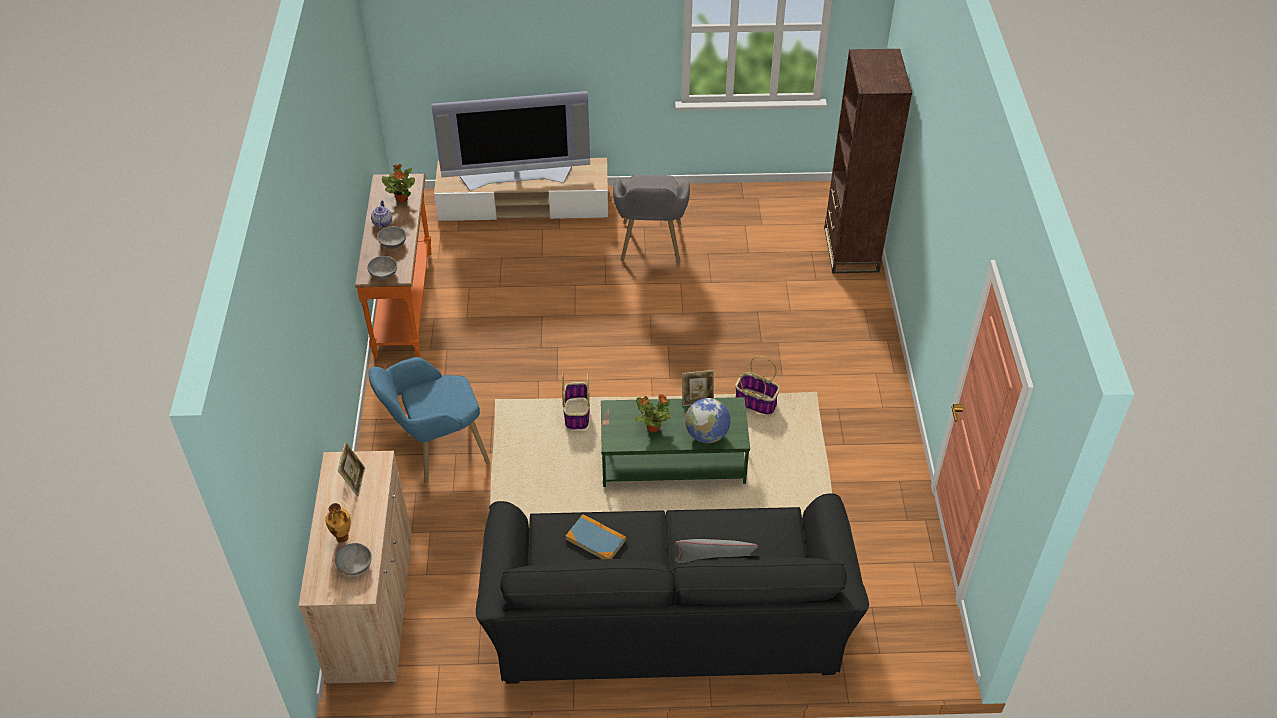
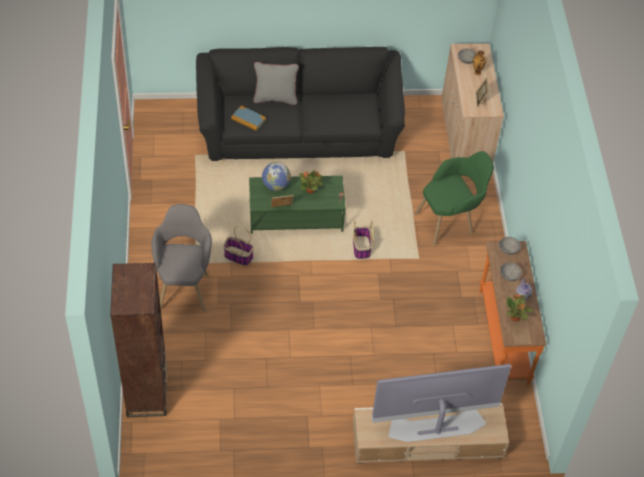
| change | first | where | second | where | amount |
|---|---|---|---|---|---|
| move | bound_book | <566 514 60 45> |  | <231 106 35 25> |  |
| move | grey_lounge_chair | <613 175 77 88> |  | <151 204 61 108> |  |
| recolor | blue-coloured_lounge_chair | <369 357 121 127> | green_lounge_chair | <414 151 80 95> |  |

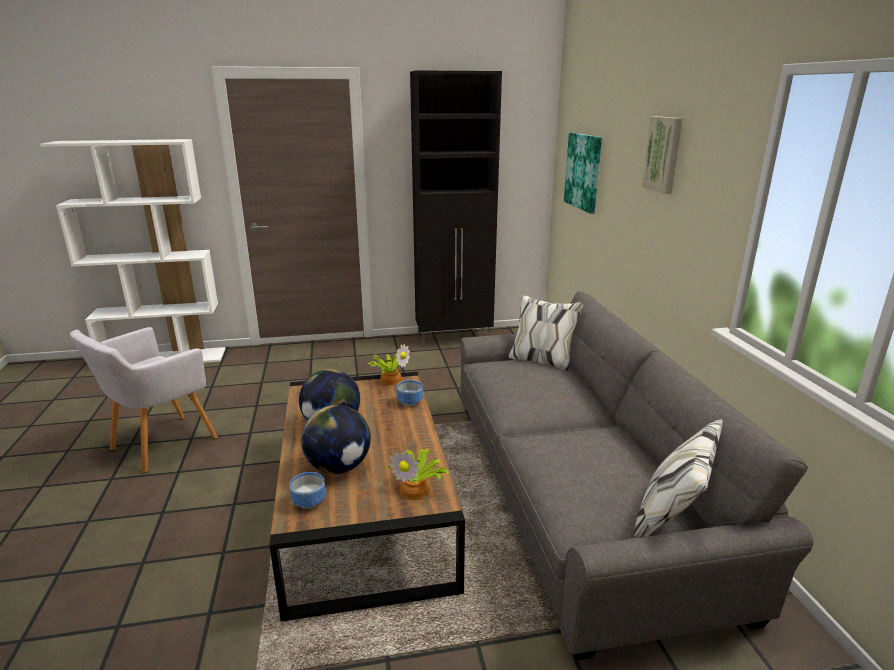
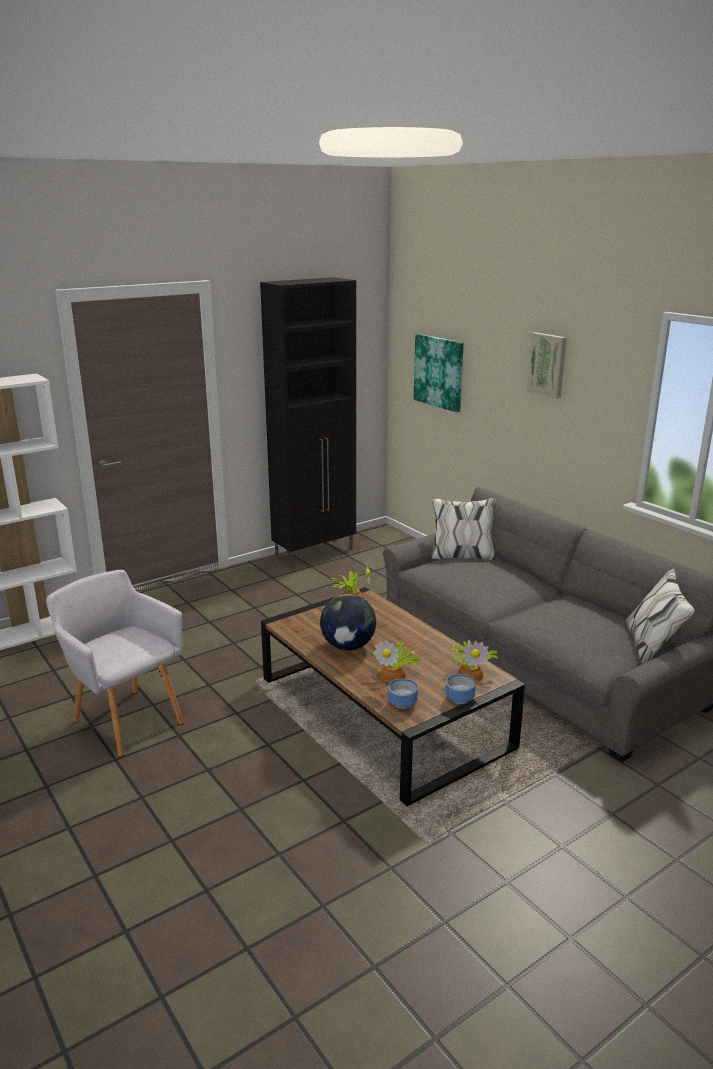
| change | first | where | second | where | amount |
|---|---|---|---|---|---|
| move | bowl | <397 380 26 26> |  | <446 674 30 30> |  |
| replace | desk_globe | <301 405 70 69> | houseplant | <369 640 53 43> |  |
| rotate | grey_lounge_chair | <70 327 148 146> |  | <46 570 138 187> | 120 degrees clockwise |

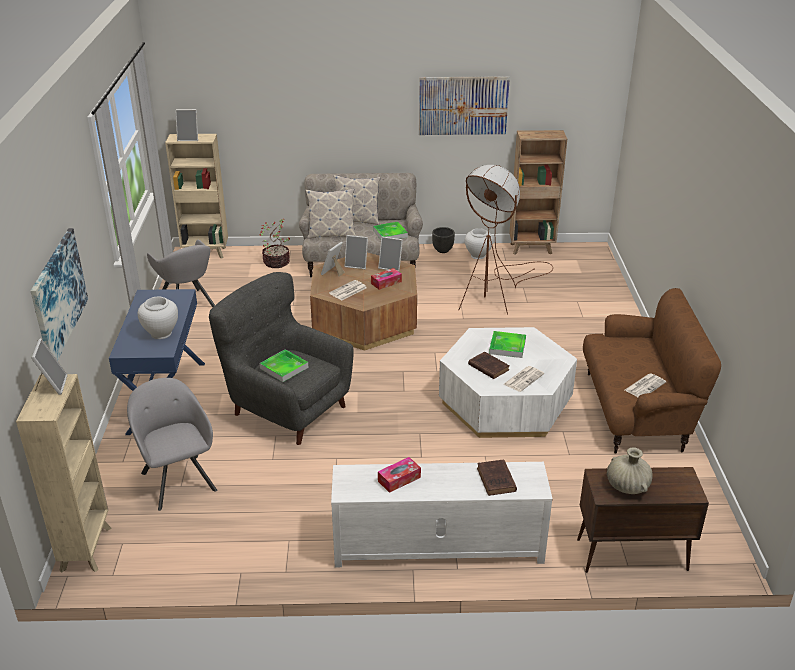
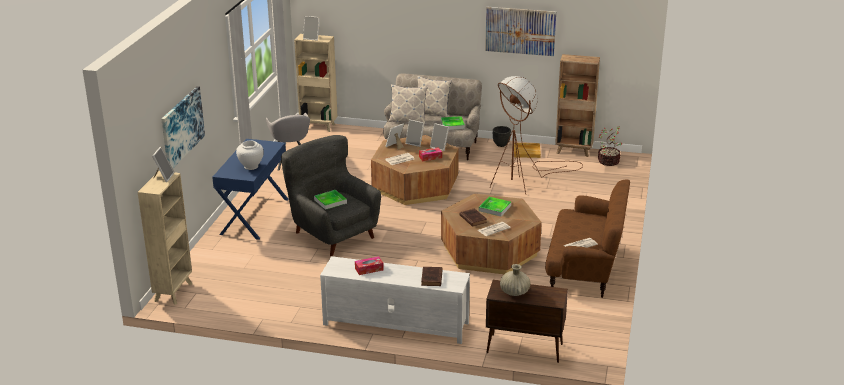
| change | first | where | second | where | amount |
|---|---|---|---|---|---|
| delete | grey_lounge_chair | <127 378 90 133> |  |  |  |
| move | houseplant | <260 219 30 49> |  | <598 126 24 40> |  |
| replace | white-coloured_decorative_vase | <465 228 28 31> | beige_serving_tray | <514 143 27 15> |  |
| recolor | white-coloured_low_table | <439 327 138 111> | brownish_low_table | <441 194 101 80> |  |

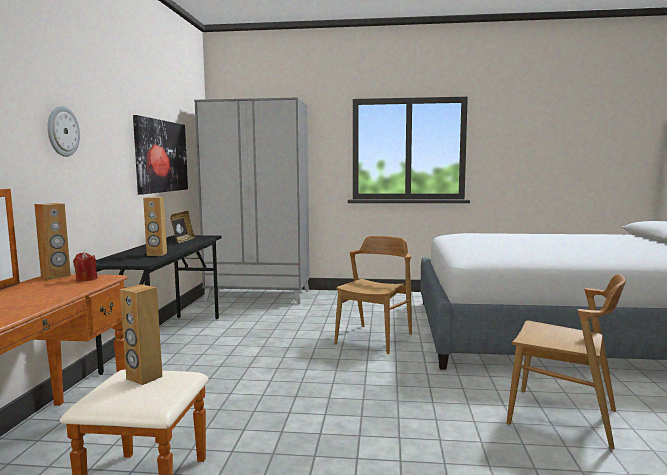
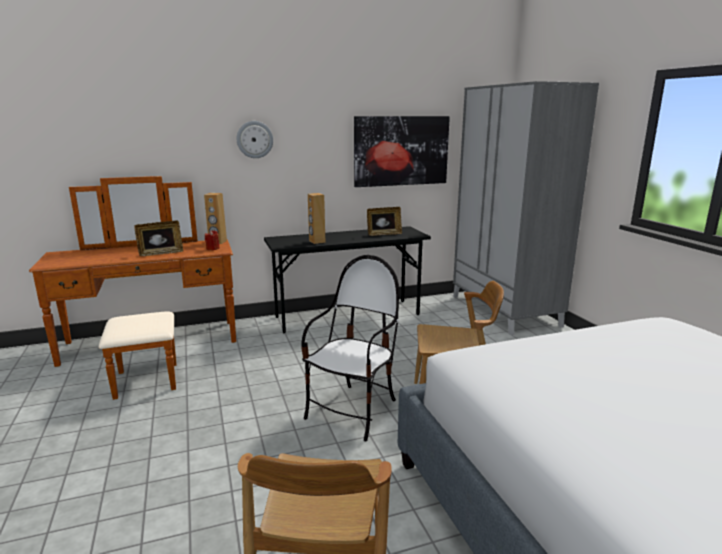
| change | first | where | second | where | amount |
|---|---|---|---|---|---|
| delete | brownish_audio_speaker | <120 284 43 101> |  |  |  |
| insert |  |  | picture_frame | <134 220 49 36> |  |
| insert |  |  | plain_chair | <301 255 98 186> |  |

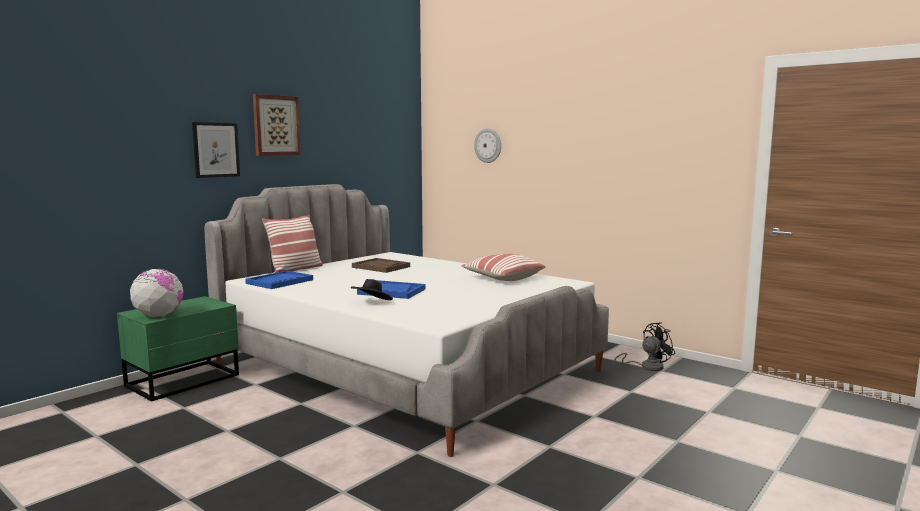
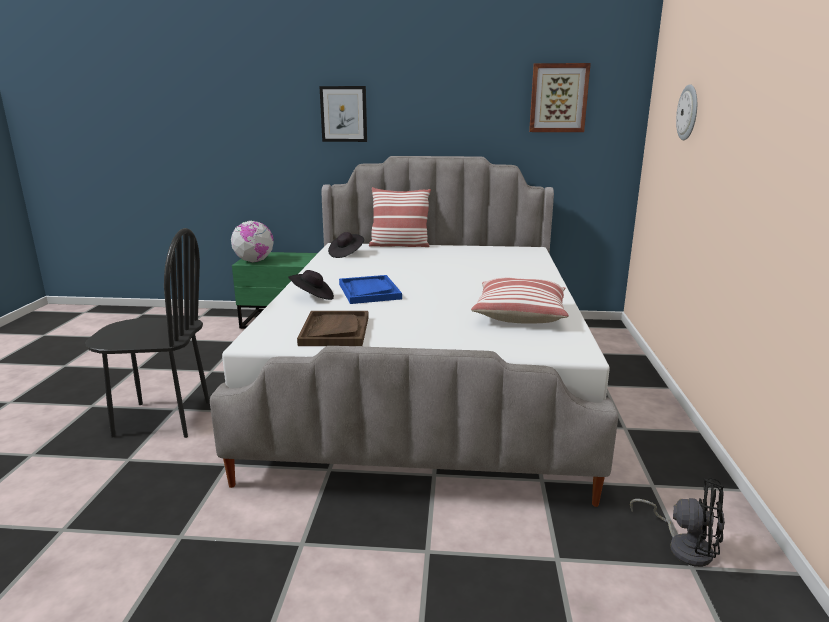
| change | first | where | second | where | amount |
|---|---|---|---|---|---|
| insert |  |  | blackish_plain_chair | <85 228 125 210> |  |
| move | picture | <253 94 48 62> |  | <529 63 62 69> |  |
| move | brownish_serving_tray | <352 258 58 15> |  | <297 311 72 35> |  |
| replace | blue-coloured_serving_tray | <245 271 68 18> | blackish_clothing_hat | <328 232 36 26> |  |

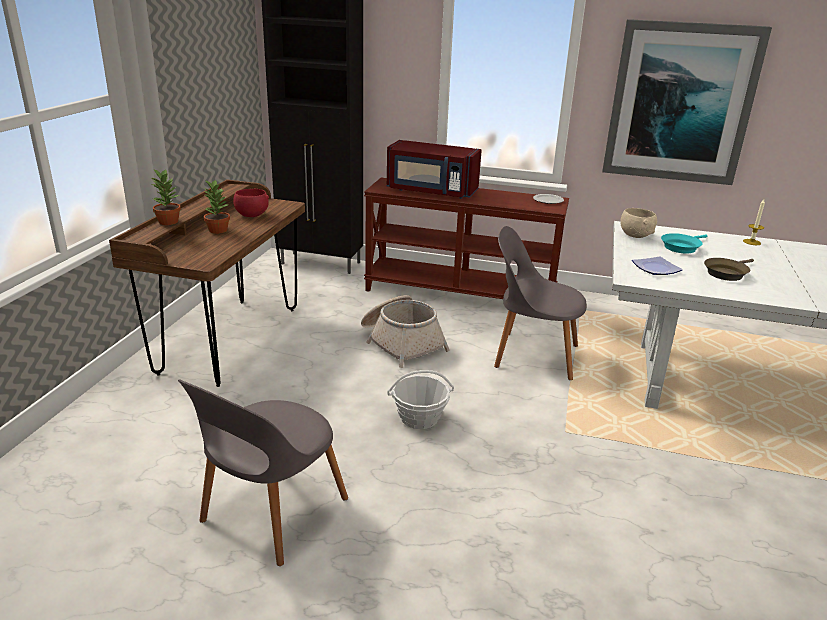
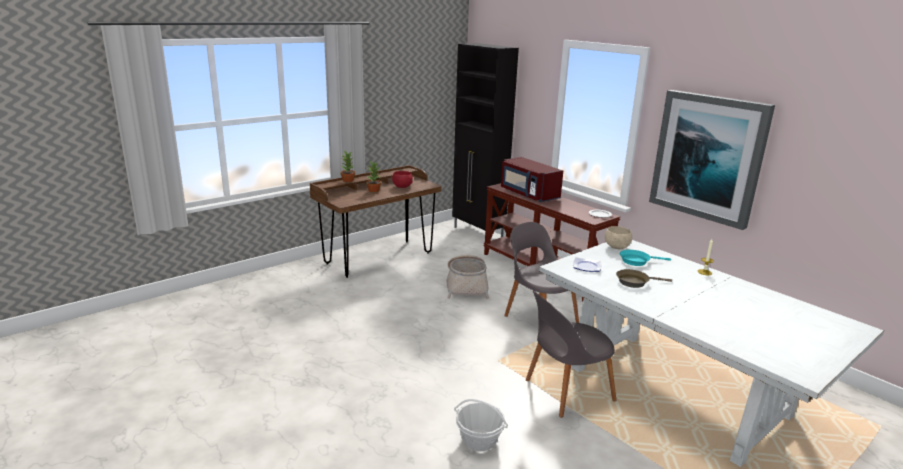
| change | first | where | second | where | amount |
|---|---|---|---|---|---|
| move | grey_plain_chair | <178 379 170 187> |  | <526 291 91 127> |  |
| move | household_basket | <387 370 67 59> |  | <454 399 54 53> |  |

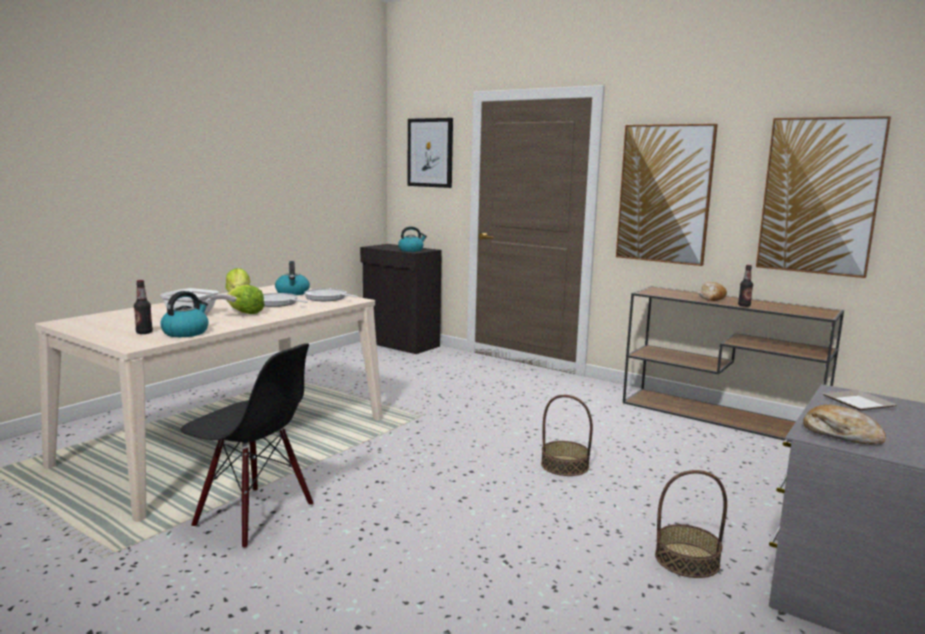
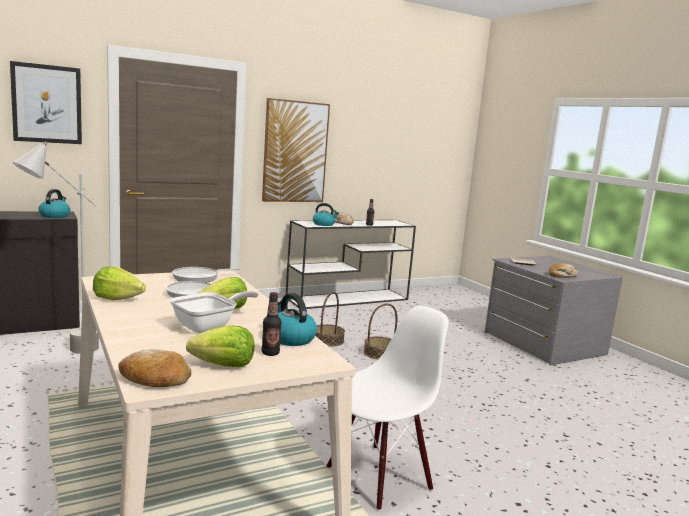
| change | first | where | second | where | amount |
|---|---|---|---|---|---|
| delete | picture | <756 116 135 162> |  |  |  |
| insert |  |  | grey_standard_lamp | <13 141 86 213> |  |
| insert |  |  | bakery_bread | <118 349 73 38> |  |
| insert |  |  | lettuce_head | <186 325 68 42> |  |
| move | water_kettle | <275 261 35 34> |  | <313 203 26 23> |  |
| move | household_basket | <655 470 72 108> |  | <315 292 30 54> |  |
| recolor | blackish_plain_chair | <181 343 133 206> | white-coloured_plain_chair | <327 306 122 205> |  |
| recolor | brownish_hall_table | <623 286 221 156> | white-coloured_hall_table | <286 220 130 89> |  |

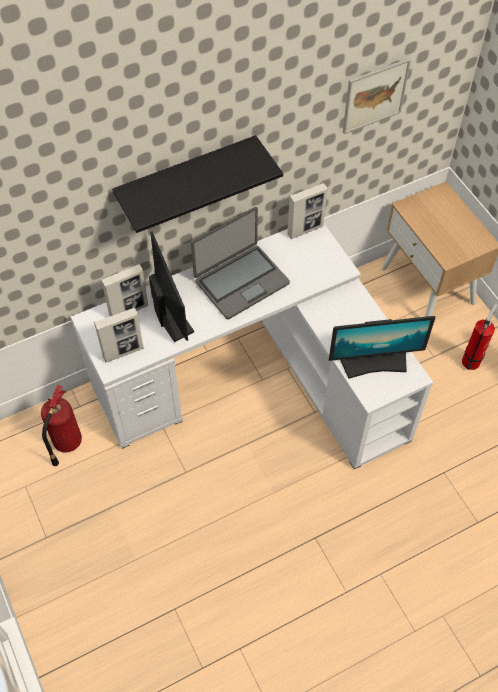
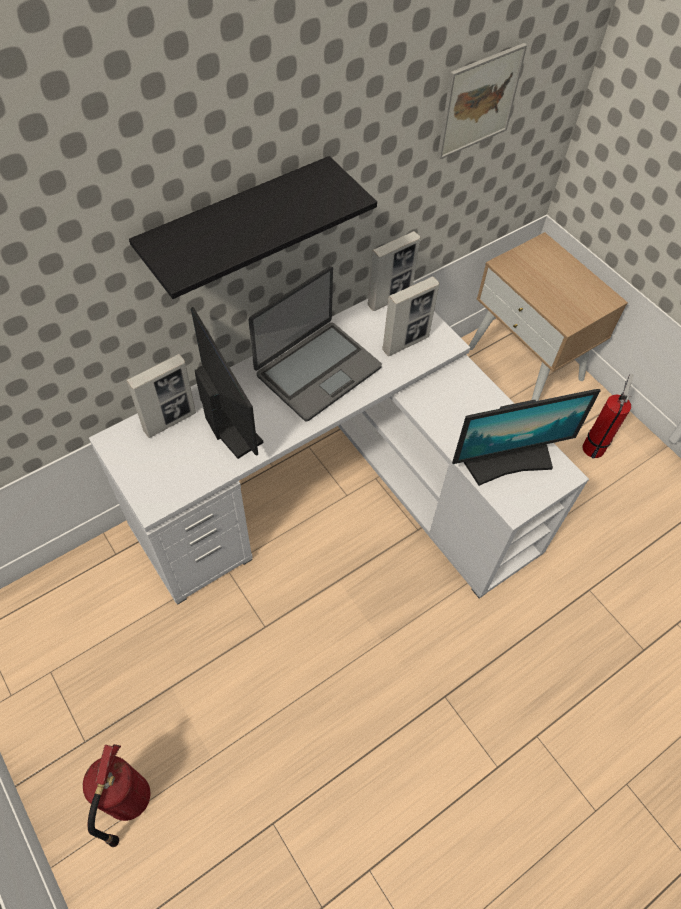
| change | first | where | second | where | amount |
|---|---|---|---|---|---|
| move | extinguisher | <41 385 41 81> |  | <83 744 67 103> |  |
| move | picture_frame | <94 308 49 55> |  | <382 276 57 80> |  |

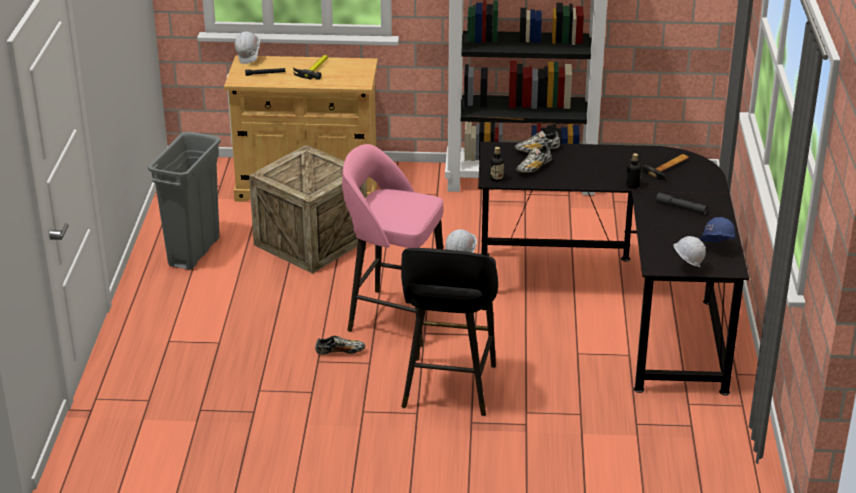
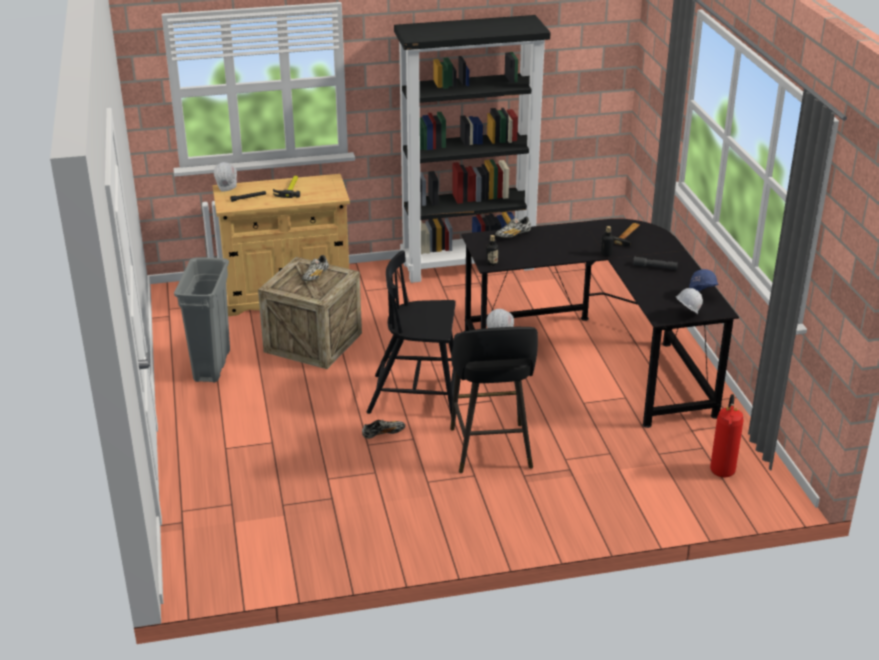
| change | first | where | second | where | amount |
|---|---|---|---|---|---|
| insert |  |  | extinguisher | <710 394 34 83> |  |
| move | shoe | <516 145 36 28> |  | <301 255 28 26> |  |
| replace | pink-coloured_stool_seat | <342 144 101 203> | blackish_plain_chair | <367 250 89 166> |  |

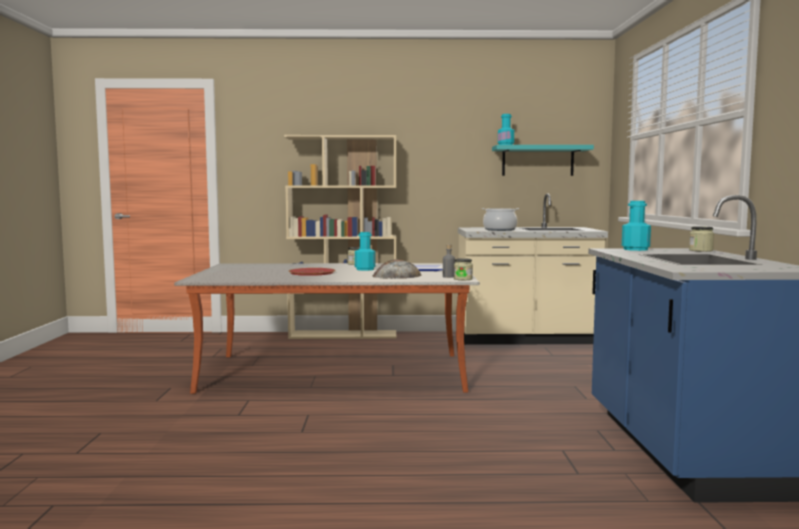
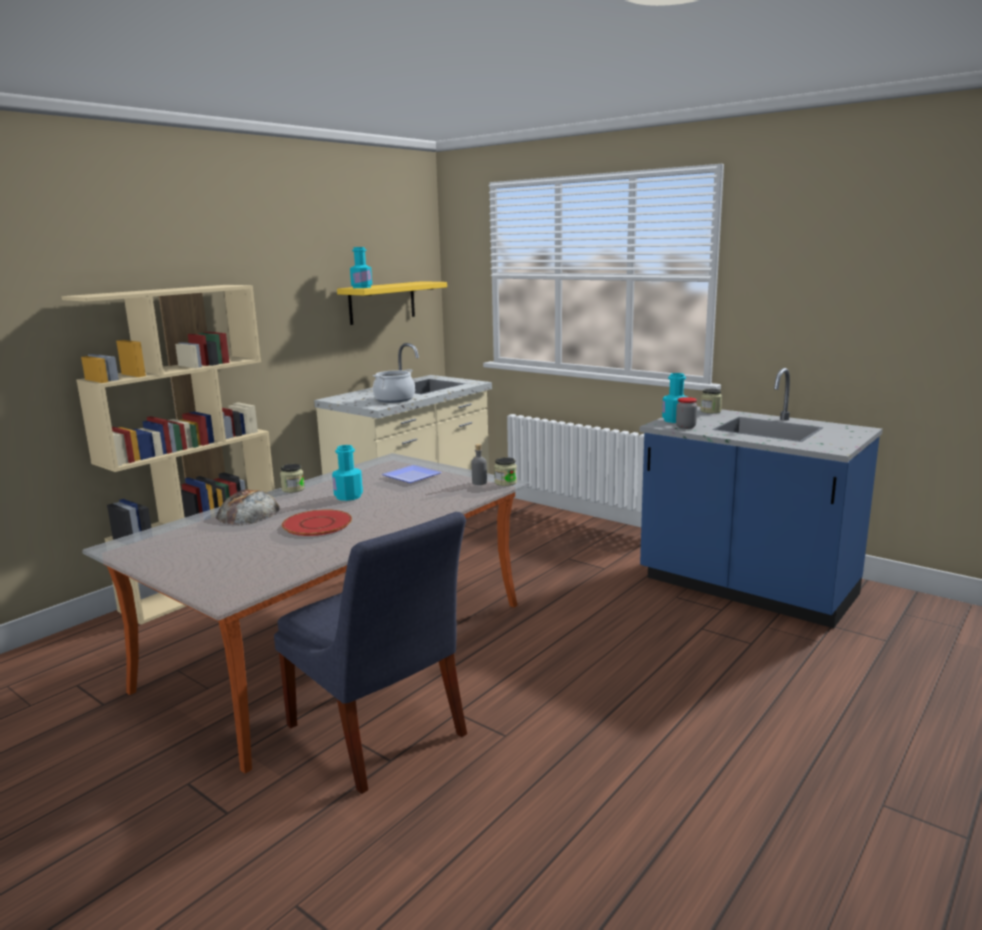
| change | first | where | second | where | amount |
|---|---|---|---|---|---|
| insert |  |  | blue-coloured_plain_chair | <274 512 193 282> |  |
| insert |  |  | jar | <676 397 21 32> |  |
| move | bakery_bread | <372 259 49 20> |  | <216 490 64 35> |  |
| recolor | turquoise_bracket_shelf | <492 145 102 31> | yellow_bracket_shelf | <337 281 110 44> |  |

